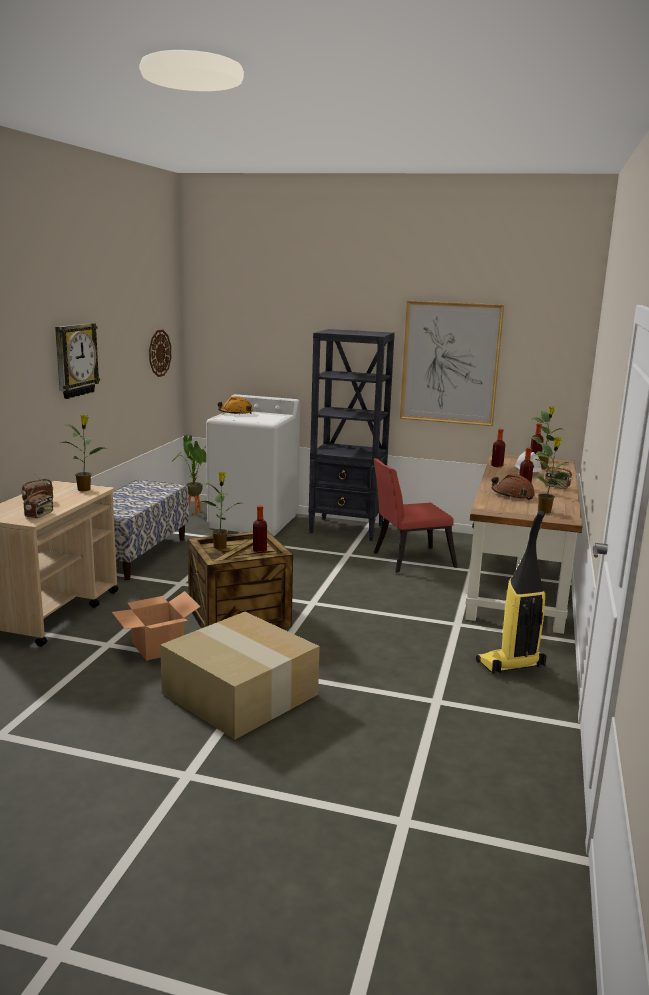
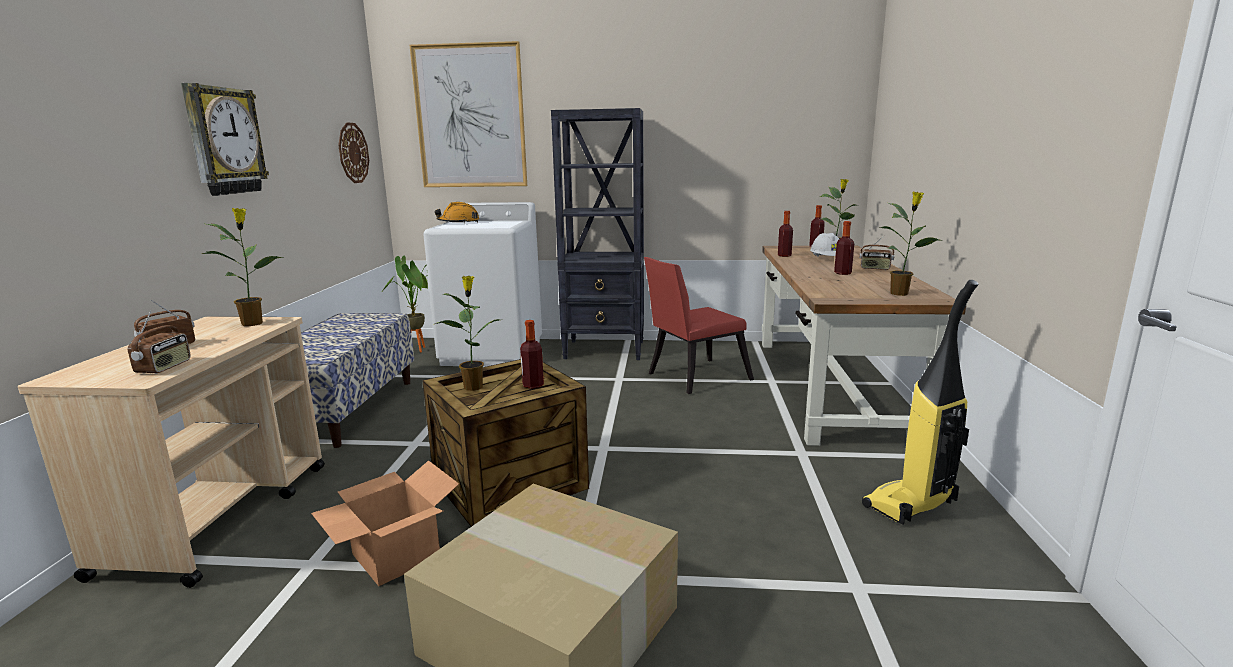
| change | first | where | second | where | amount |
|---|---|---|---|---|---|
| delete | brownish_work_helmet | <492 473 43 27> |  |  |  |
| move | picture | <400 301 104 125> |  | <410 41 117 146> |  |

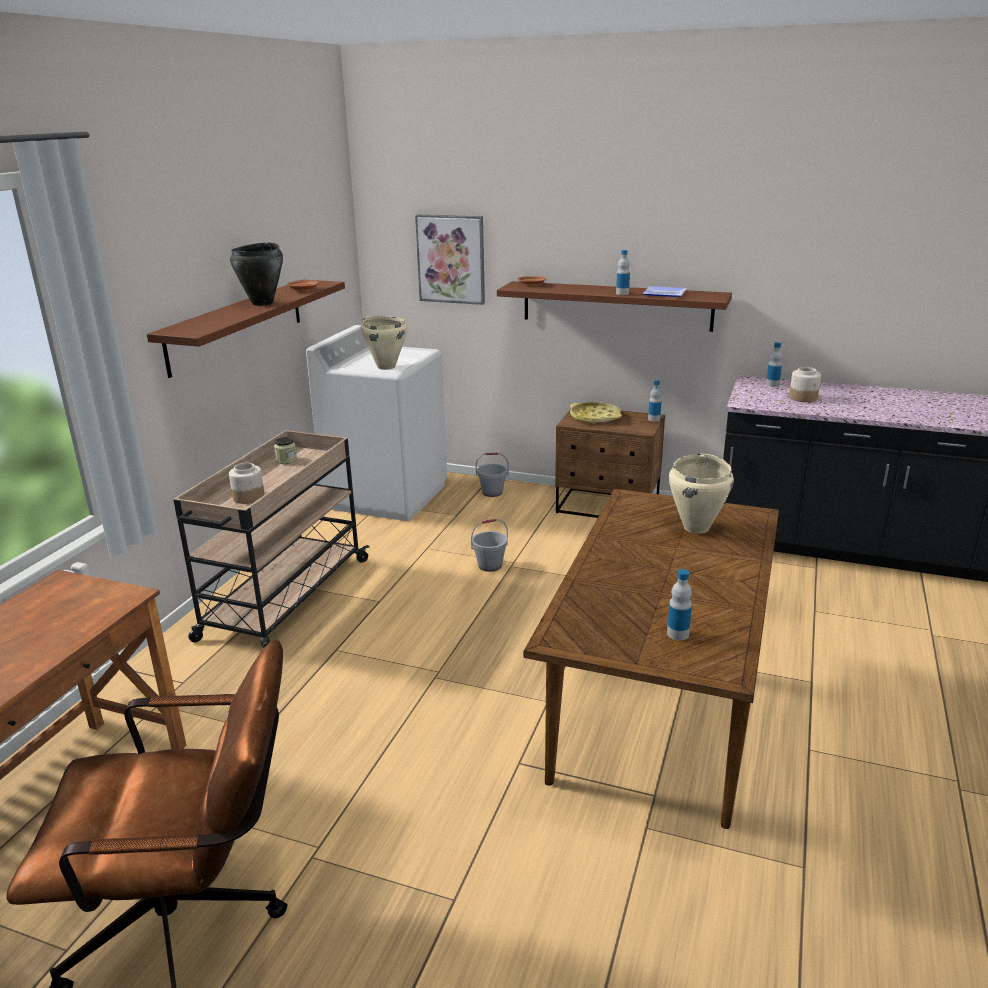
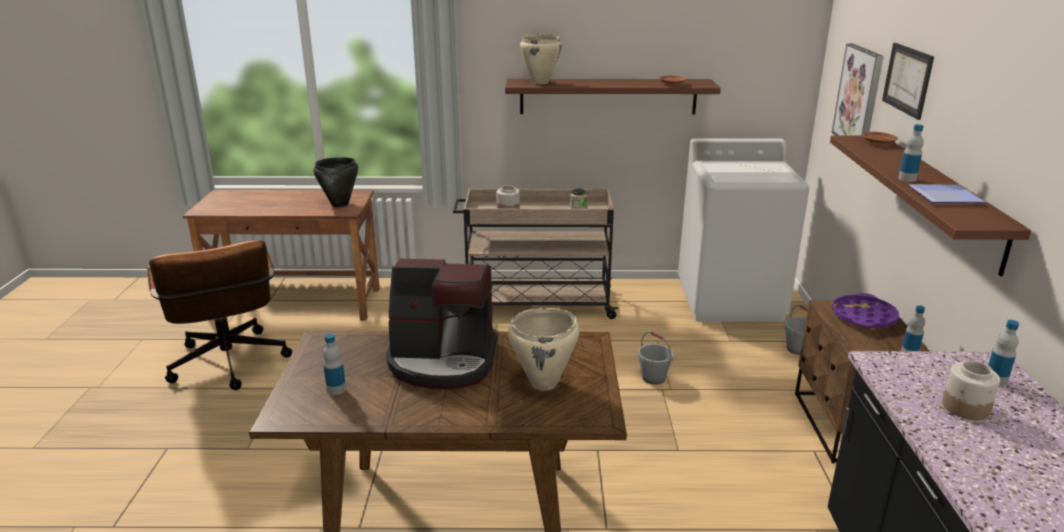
| change | first | where | second | where | amount |
|---|---|---|---|---|---|
| insert |  |  | coffee_maker | <386 259 112 130> |  |
| insert |  |  | picture | <882 43 52 77> |  |
| move | blackish_cooking_pot | <230 242 53 64> |  | <313 157 45 50> |  |
| move | beige_cooking_pot | <361 316 46 54> |  | <520 33 41 51> |  |
| recolor | yellow_serving_tray | <570 402 52 22> | purplish_serving_tray | <832 293 67 35> |  |

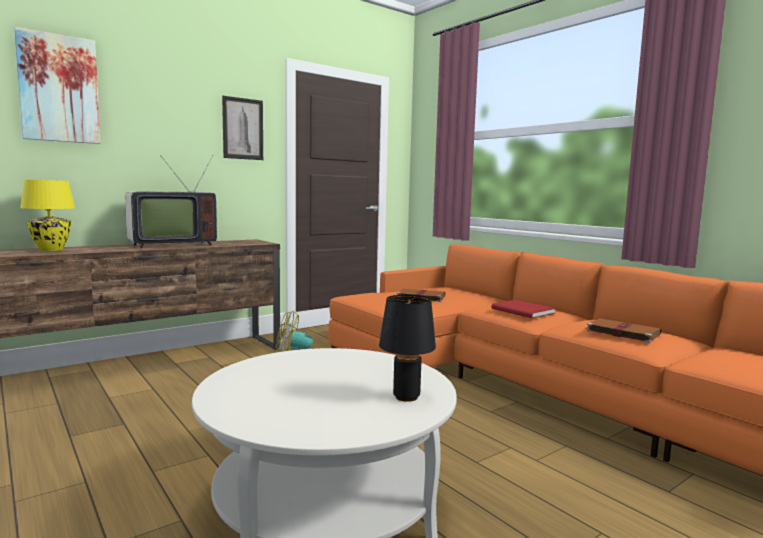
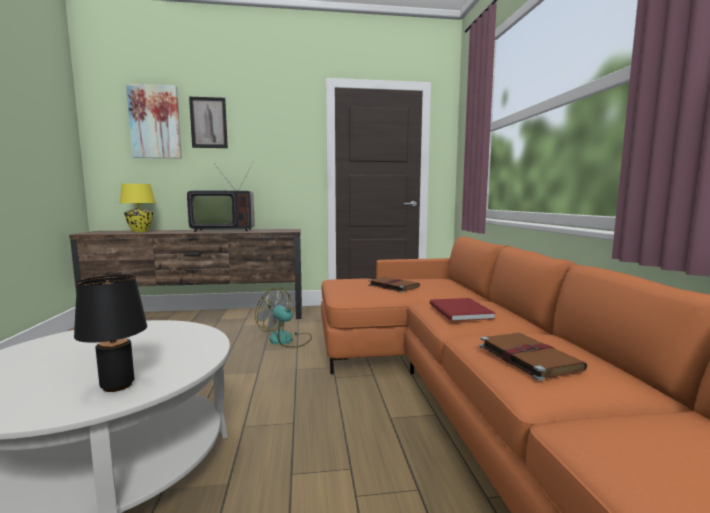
| change | first | where | second | where | amount |
|---|---|---|---|---|---|
| move | picture | <222 96 41 64> |  | <189 97 39 51> |  |

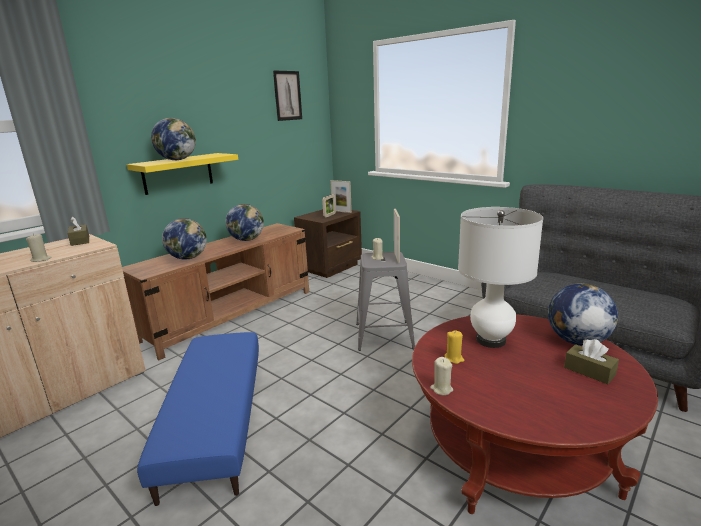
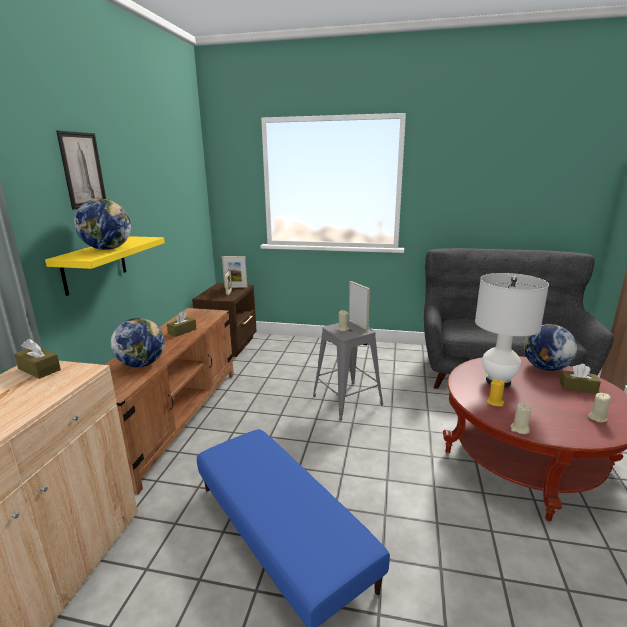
| change | first | where | second | where | amount |
|---|---|---|---|---|---|
| move | beige_wax_light | <26 234 26 28> |  | <588 393 23 29> |  |
| move | picture | <273 70 29 51> |  | <56 131 50 79> |  |
| replace | desk_globe | <226 204 38 37> | brownish_tissue_box | <167 312 30 25> |  |

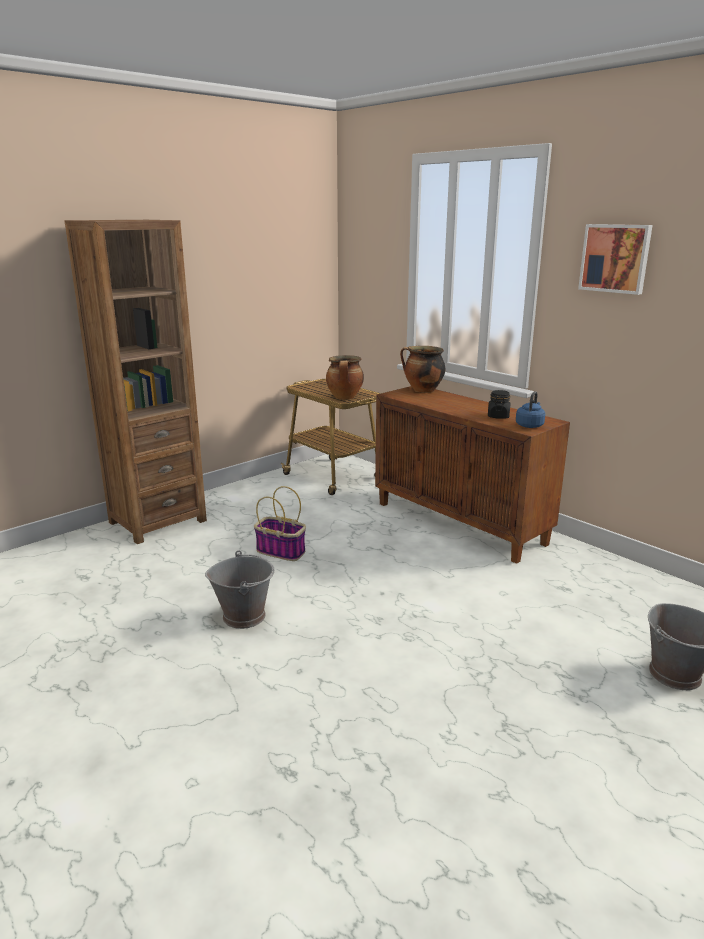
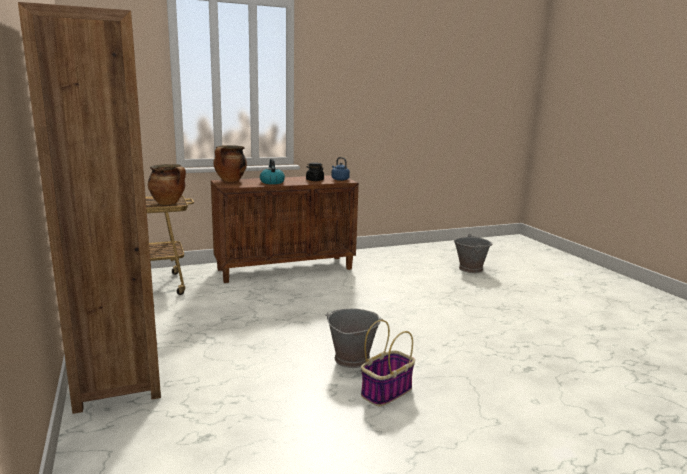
| change | first | where | second | where | amount |
|---|---|---|---|---|---|
| delete | picture | <578 224 75 71> |  |  |  |
| insert |  |  | water_kettle | <260 159 25 25> |  |
| move | household_basket | <254 486 52 75> |  | <361 320 54 86> |  |

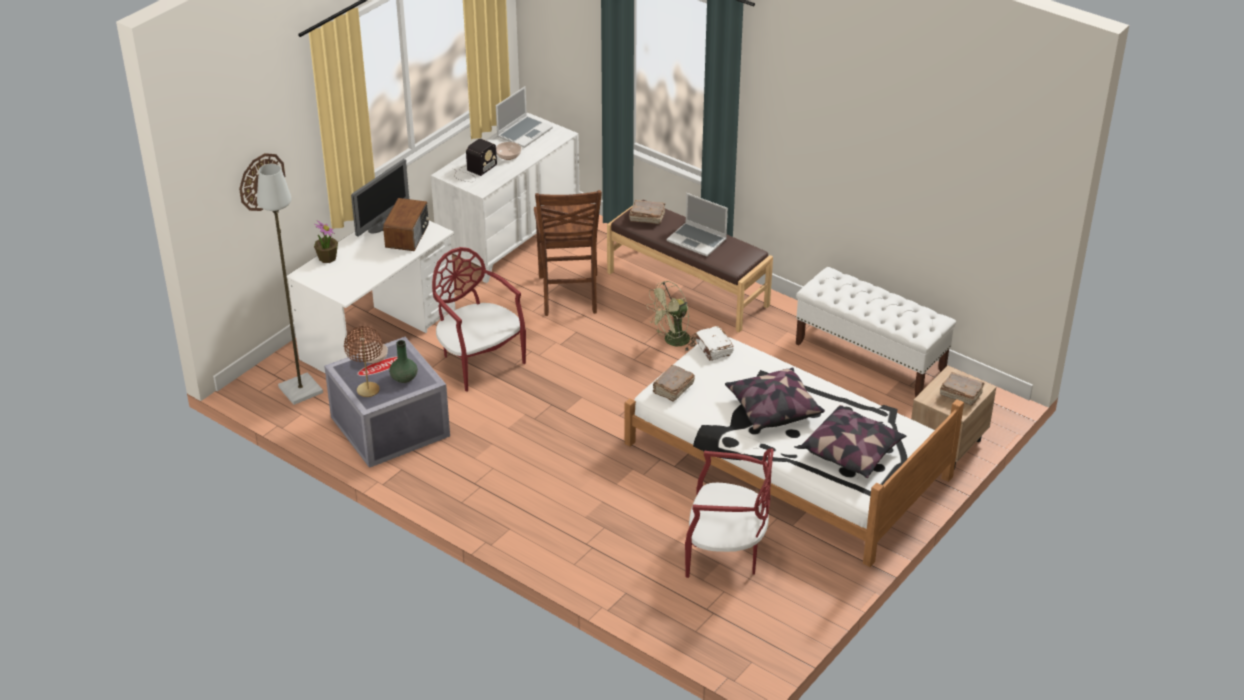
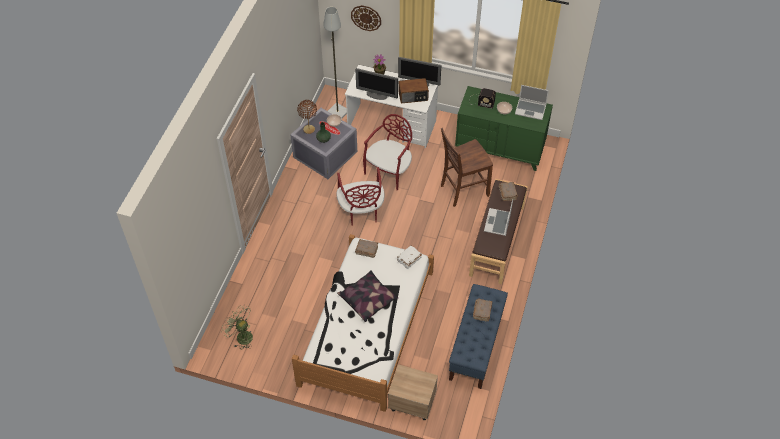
| change | first | where | second | where | amount |
|---|---|---|---|---|---|
| delete | throw_pillow | <800 405 107 73> |  |  |  |
| insert |  |  | monitor | <355 68 43 32> |  |
| move | green_electric_fan | <646 281 51 70> |  | <221 305 32 45> |  |
| move | red-coloured_plain_chair | <685 449 89 129> |  | <336 167 48 59> |  |
| move | brownish_bound_book | <940 372 45 33> |  | <473 299 19 22> |  |
| recolor | white-coloured_drawer_chest | <431 112 149 171> | green_drawer_chest | <455 86 98 85> |  |
| recolor | white-coloured_indoor_bench | <796 267 160 130> | blue-coloured_indoor_bench | <449 284 59 105> |  |

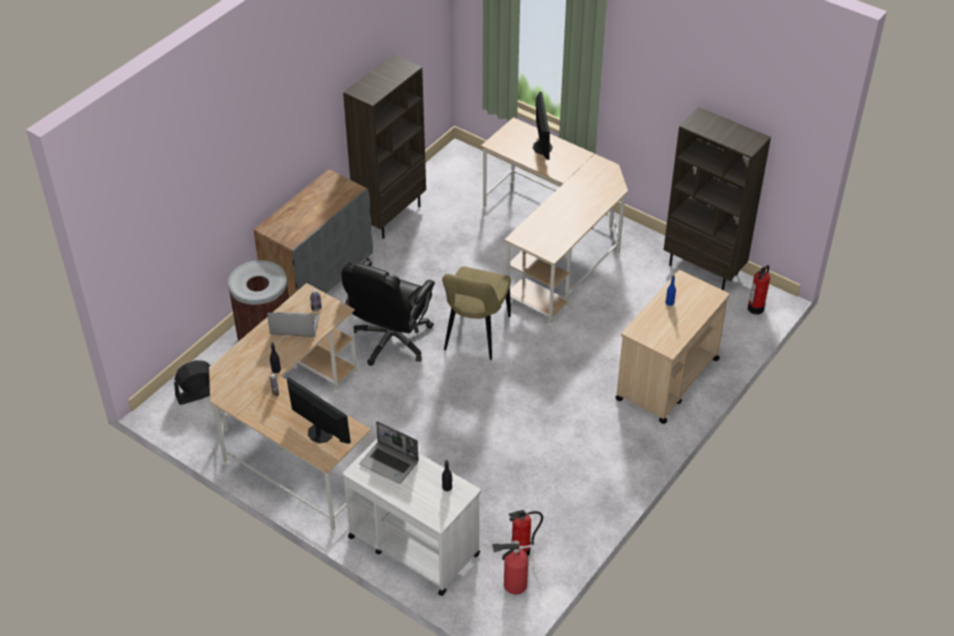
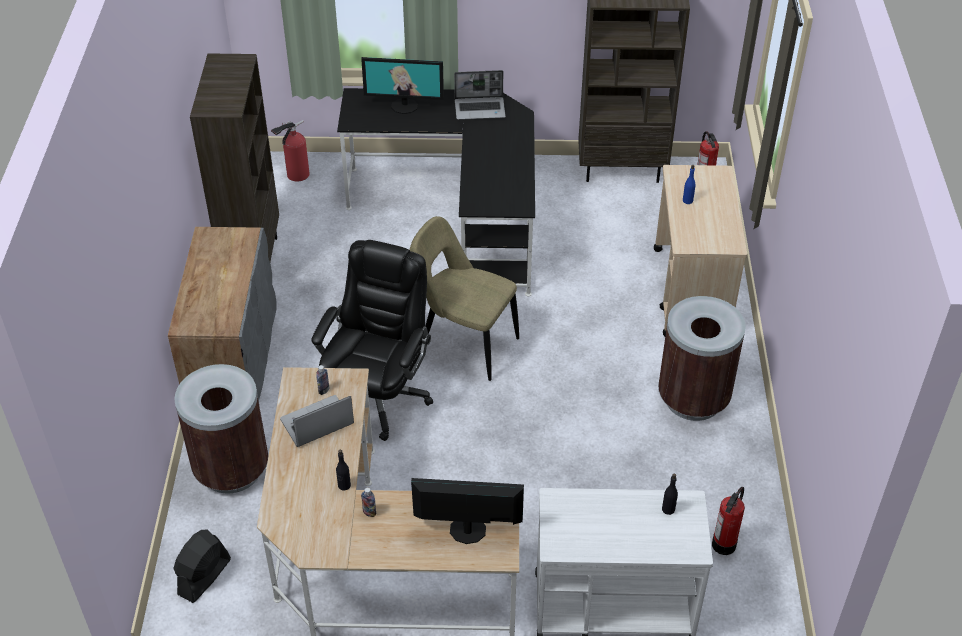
| change | first | where | second | where | amount |
|---|---|---|---|---|---|
| insert |  |  | brownish_waste_bin | <658 296 88 125> |  |
| move | laptop | <360 421 59 63> |  | <454 70 52 50> |  |
| move | extinguisher | <492 538 40 56> |  | <271 120 39 62> |  |
| recolor | beige_desk | <481 117 147 209> | blackish_desk | <337 88 198 208> |  |
| rotate | blackish_office_chair | <341 260 94 106> |  | <312 240 121 201> | 150 degrees counterclockwise |
| rotate | beige_plain_chair | <442 266 69 94> |  | <410 216 109 165> | 135 degrees clockwise |
| rotate | monitor | <533 92 20 68> |  | <361 57 83 57> | 135 degrees clockwise |

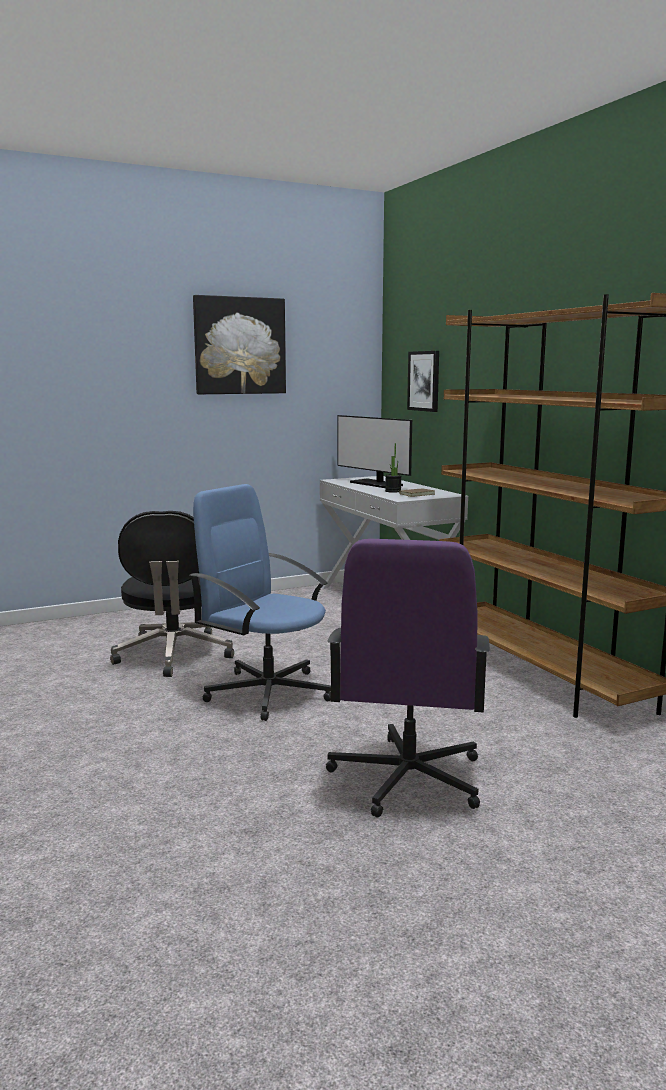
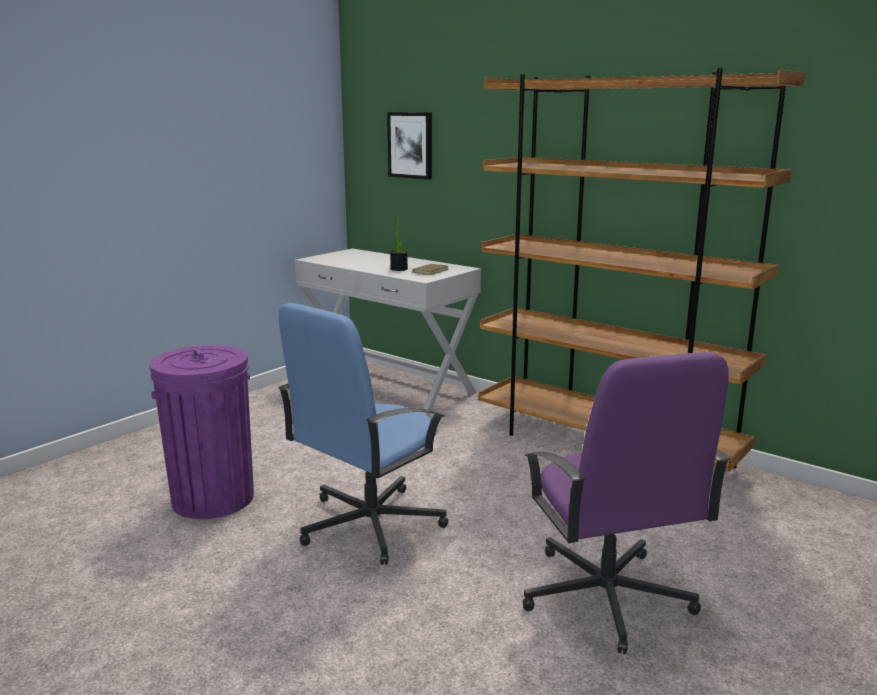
| change | first | where | second | where | amount |
|---|---|---|---|---|---|
| delete | picture | <193 295 93 99> |  |  |  |
| delete | monitor | <337 415 75 73> |  |  |  |
| replace | blackish_office_chair | <110 511 124 166> | purplish_waste_bin | <149 345 105 174> |  |
| rotate | blue-coloured_office_chair | <190 484 141 237> |  | <278 303 170 262> | 60 degrees counterclockwise |

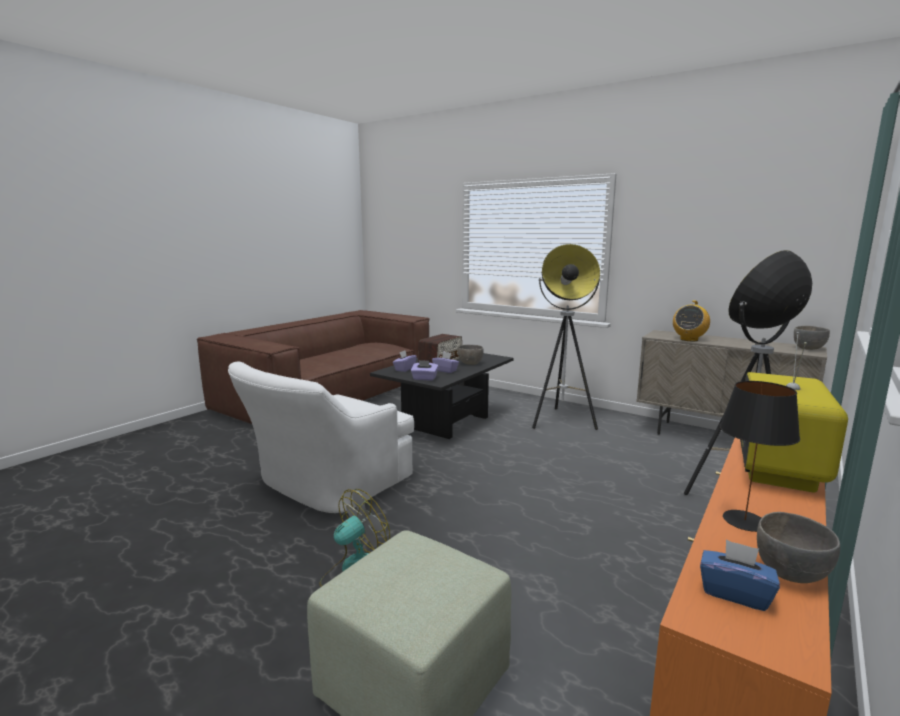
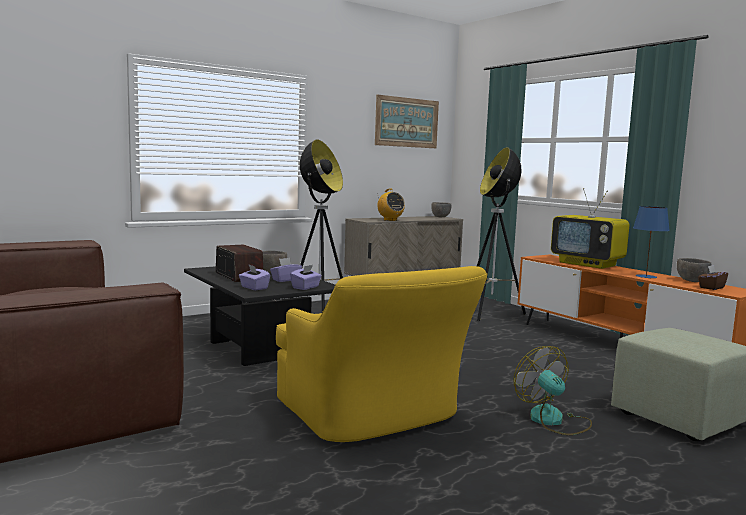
| change | first | where | second | where | amount |
|---|---|---|---|---|---|
| insert |  |  | picture | <375 95 64 53> |  |
| recolor | white-coloured_lounge_chair | <228 362 186 151> | yellow_lounge_chair | <276 266 211 176> |  |
| recolor | blue-coloured_tissue_box | <700 539 80 72> | brownish_tissue_box | <698 265 30 25> |  |
| recolor | blackish_lamp_for_a_table | <719 381 81 151> | blue-coloured_lamp_for_a_table | <633 206 37 72> |  |

